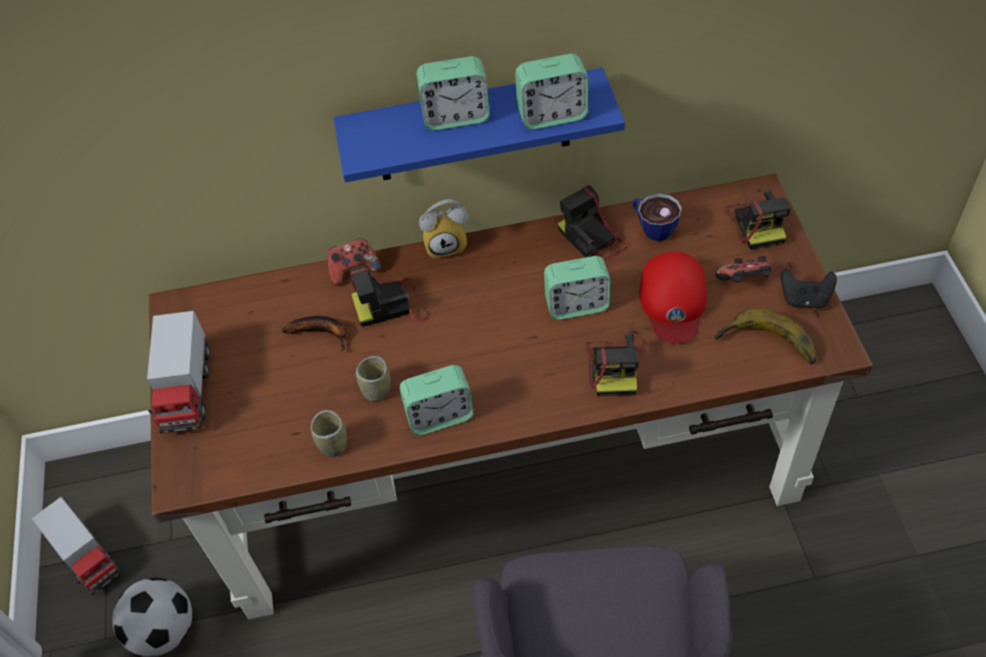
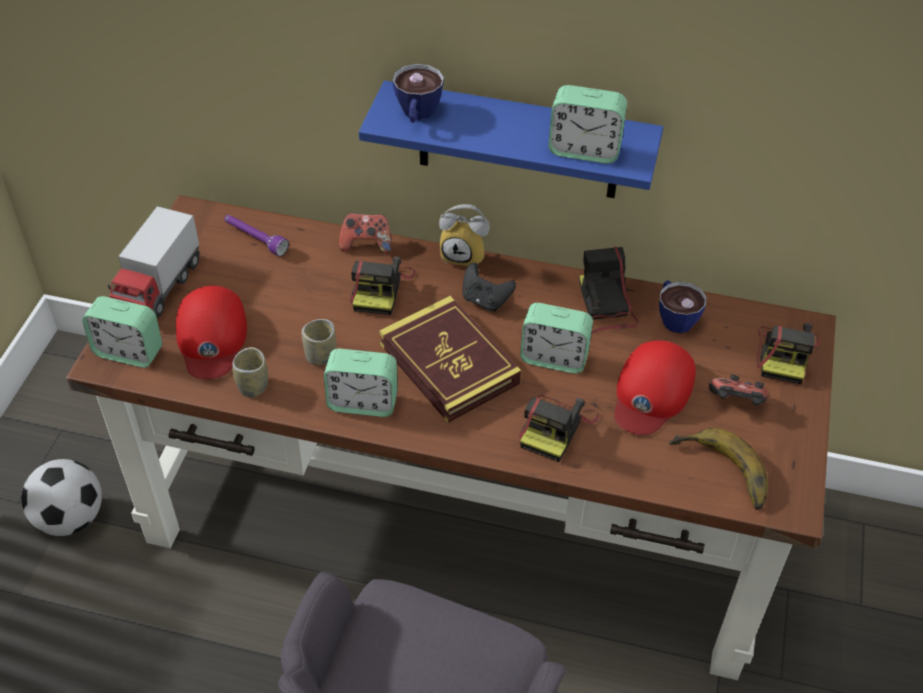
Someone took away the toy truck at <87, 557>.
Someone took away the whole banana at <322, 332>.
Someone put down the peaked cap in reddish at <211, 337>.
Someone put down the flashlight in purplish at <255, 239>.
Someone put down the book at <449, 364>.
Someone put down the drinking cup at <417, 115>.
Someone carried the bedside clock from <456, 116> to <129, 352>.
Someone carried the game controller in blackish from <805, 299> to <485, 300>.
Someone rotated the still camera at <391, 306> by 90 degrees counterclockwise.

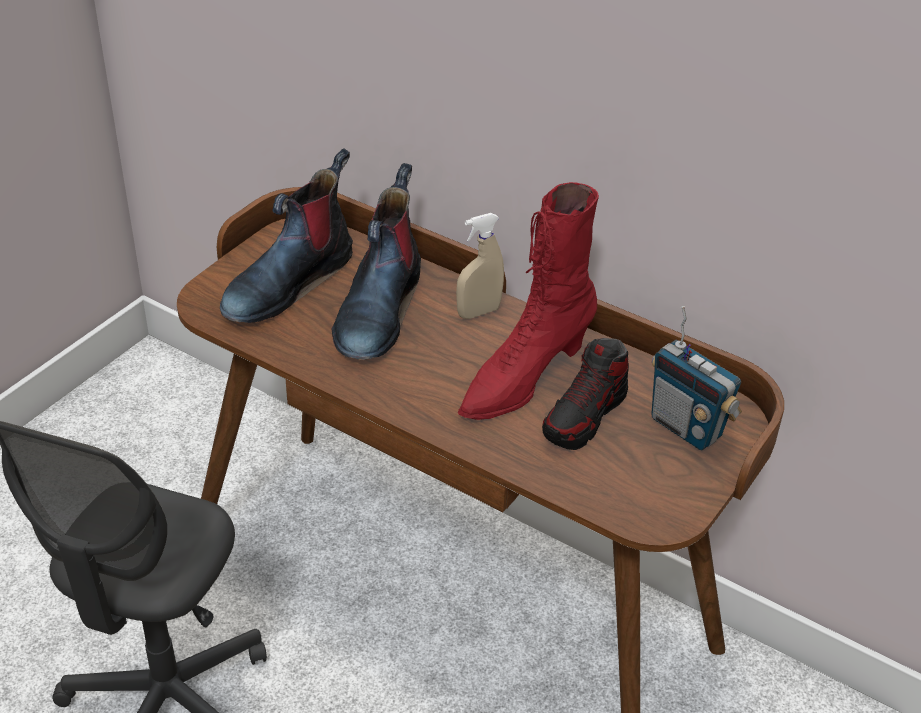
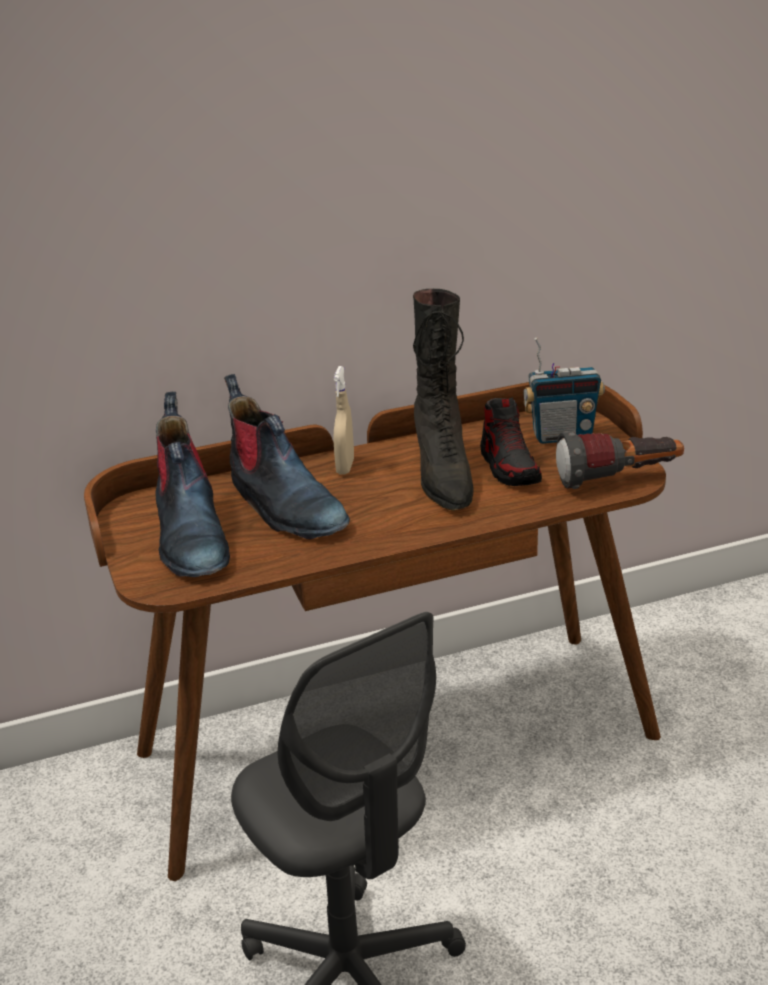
Someone put down the flashlight at <618, 480>.
Someone repainted the high-top boot in reddish at <524, 379>, which became the high-top boot in blackish at <443, 475>.

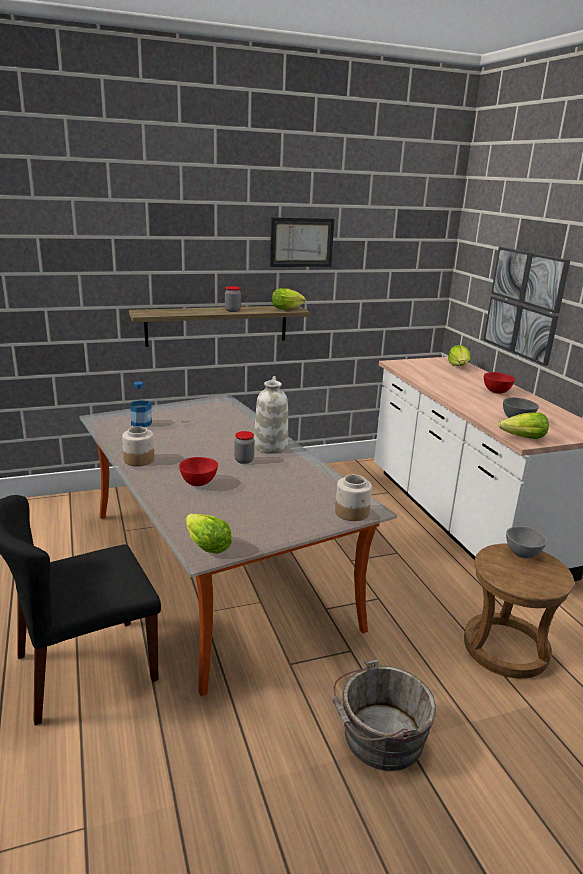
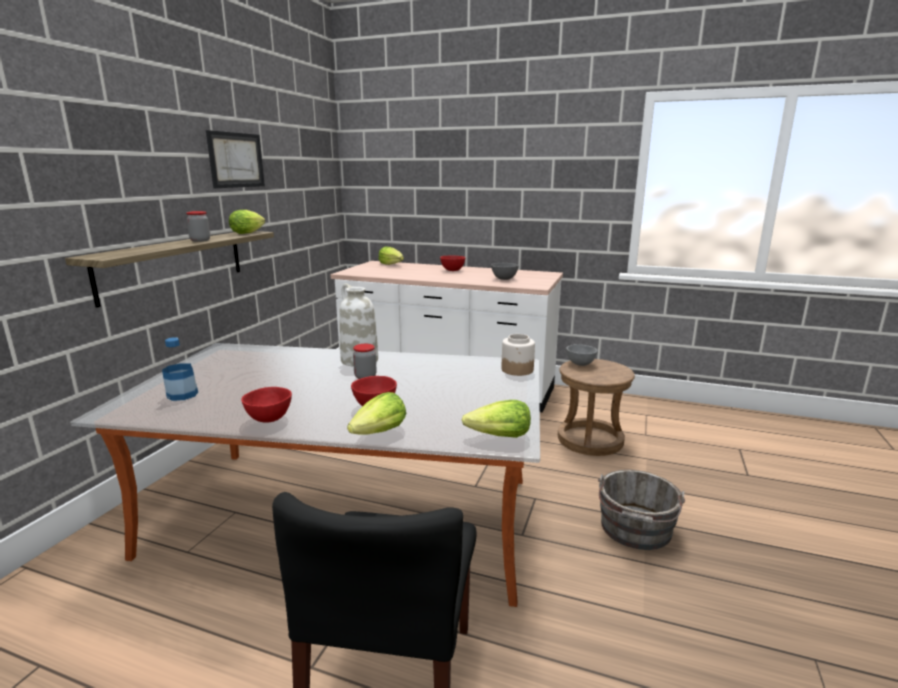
Someone took away the wall art at <524, 304>.
Someone carried the head of lettuce from <523, 438> to <380, 432>.
Someone swapped the preserve jar at <138, 460> for the bowl in reddish at <268, 419>.

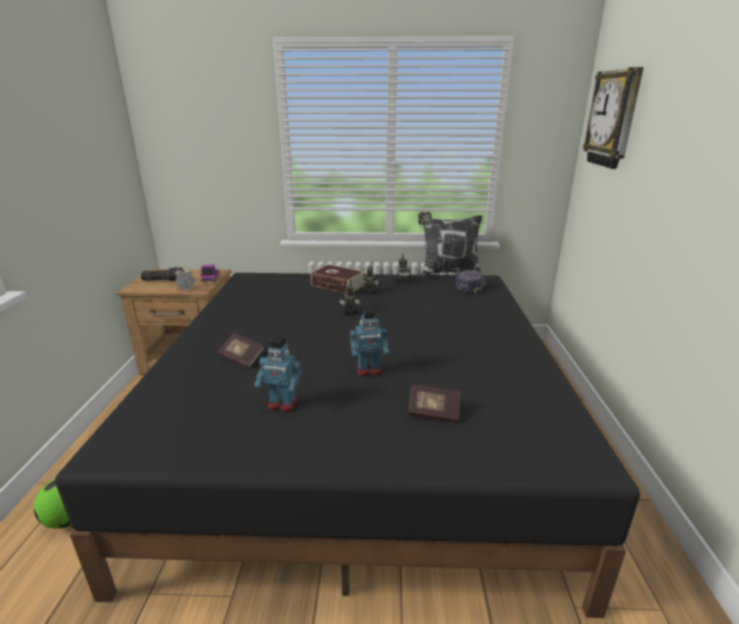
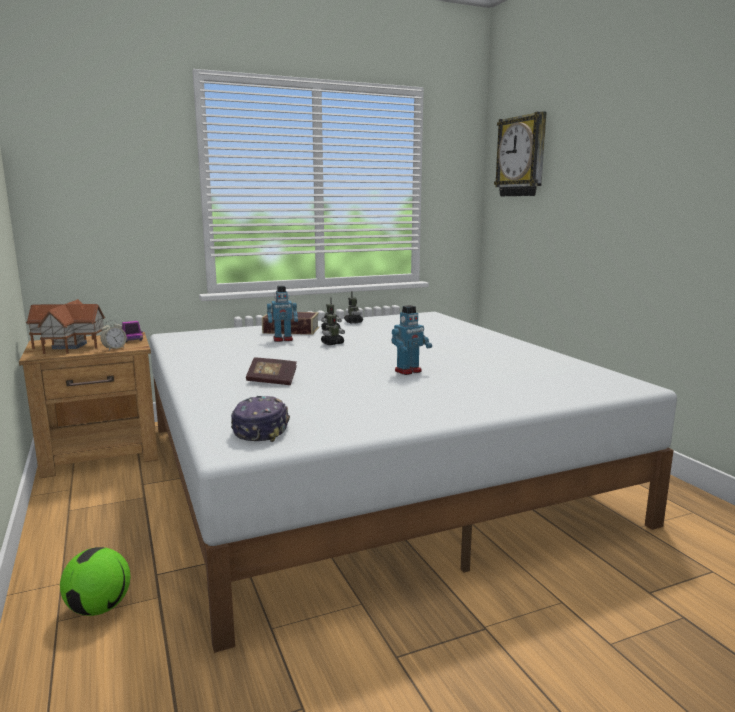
Someone took away the book at <433, 412>.
Someone took away the cushion at <448, 272>.
Someone carried the toy robot from <282, 405> to <283, 339>.
Someone carried the peaked cap from <470, 287> to <261, 429>.
Someone swapped the flashlight at <164, 280> for the toy house at <70, 346>.
Someone repainted the sleeping bed in blackish at <360, 432>, which became the sleeping bed in white at <368, 470>.

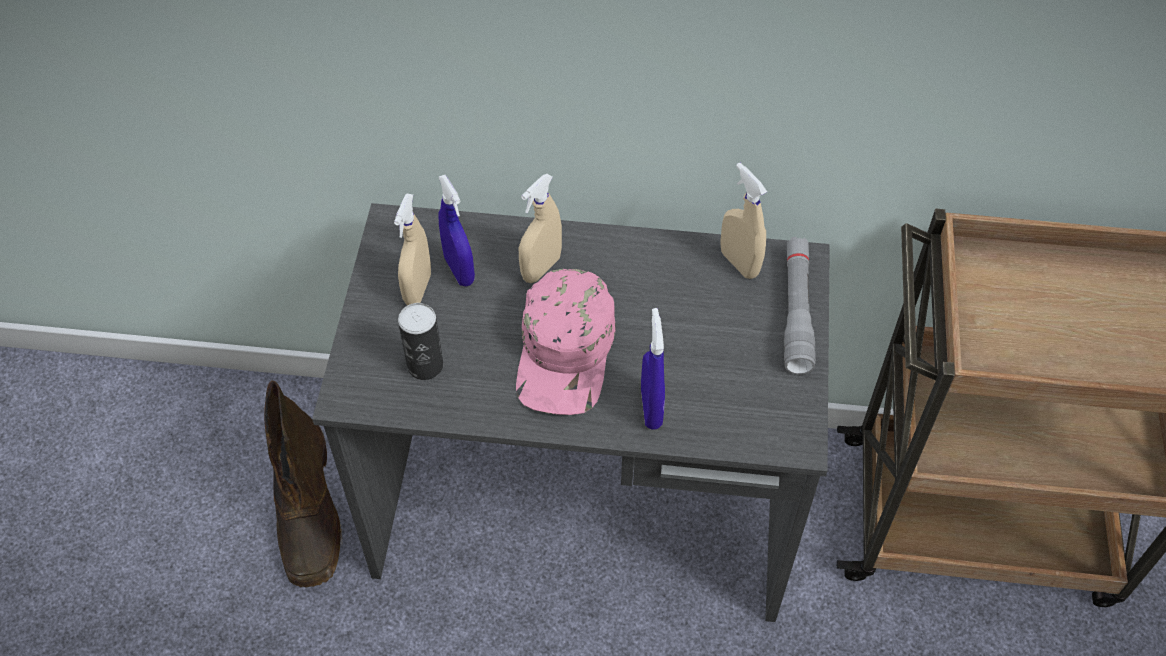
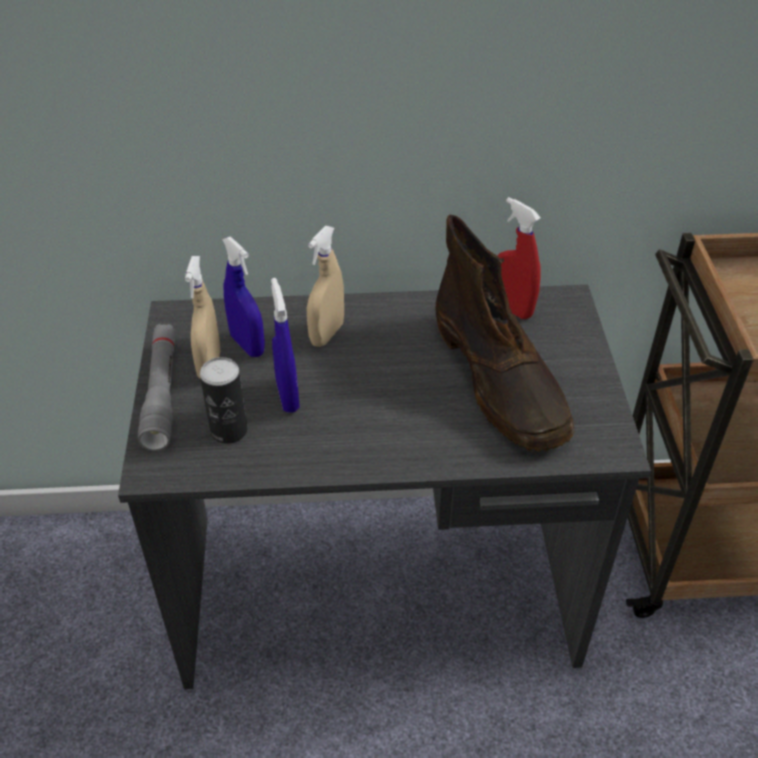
Someone took away the peaked cap in pink at <566, 352>.
Someone carried the high-top boot in brown from <308, 511> to <500, 381>.
Someone carried the spray bottle in bluish from <651, 408> to <287, 396>.
Someone carried the flashlight in greyish from <796, 311> to <162, 393>.
Someone repainted the spray bottle in beige at <739, 263>, which became the spray bottle in reddish at <511, 308>.

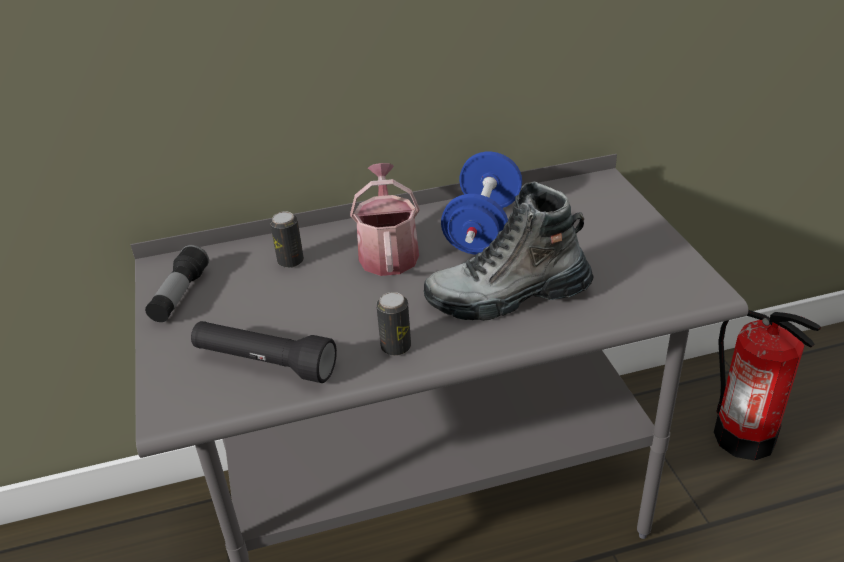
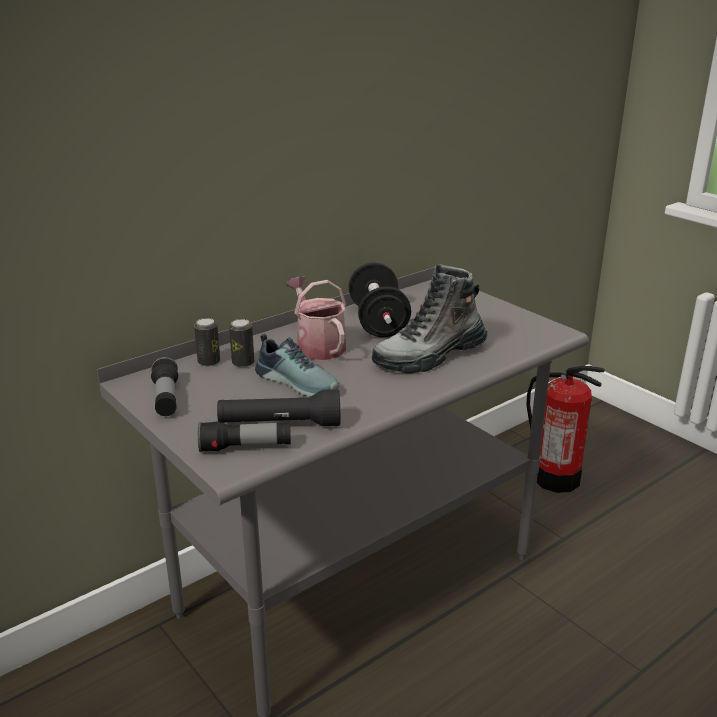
Someone put down the flashlight at <246, 447>.
Someone put down the low shoe at <298, 382>.
Someone carried the can from <396, 347> to <209, 362>.
Someone repainted the free weight in bluish at <483, 229>, which became the free weight in blackish at <378, 322>.

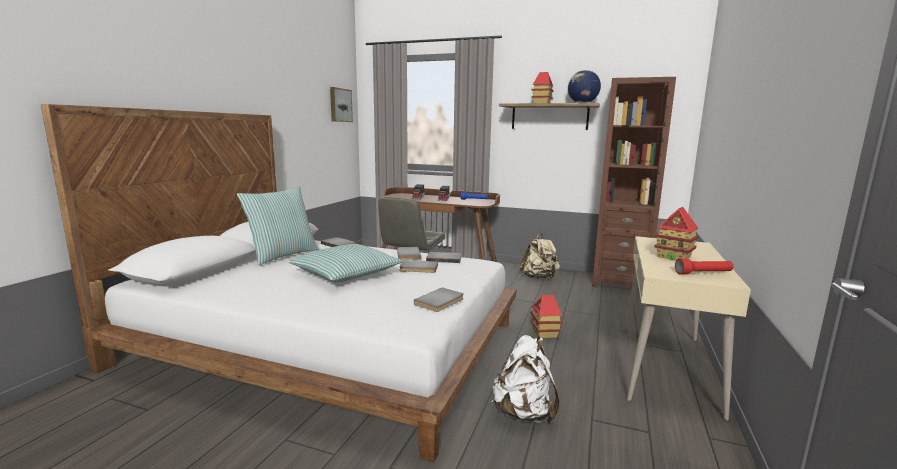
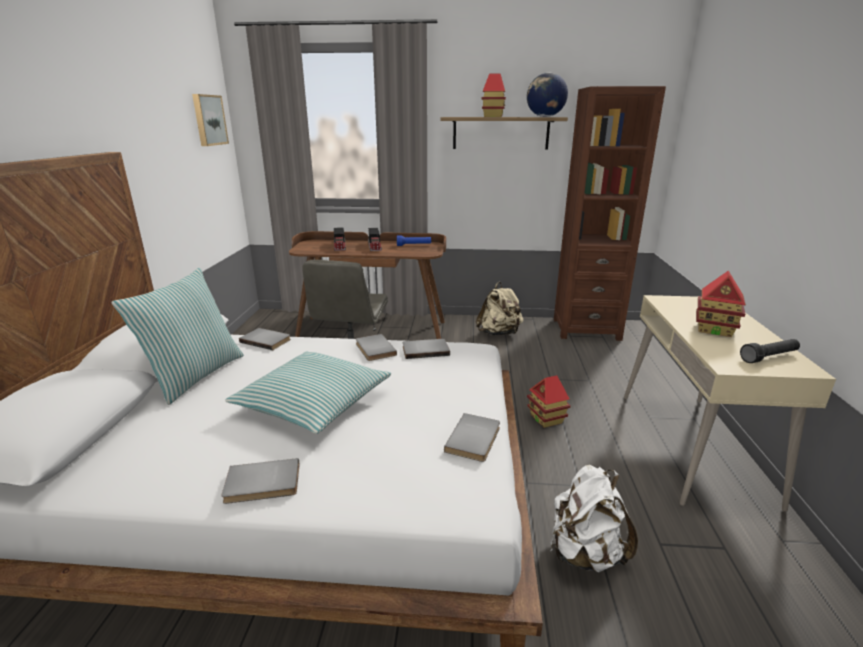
Someone carried the book in greyish from <418, 268> to <262, 484>.
Someone repainted the flashlight in reddish at <703, 273>, which became the flashlight in blackish at <769, 357>.

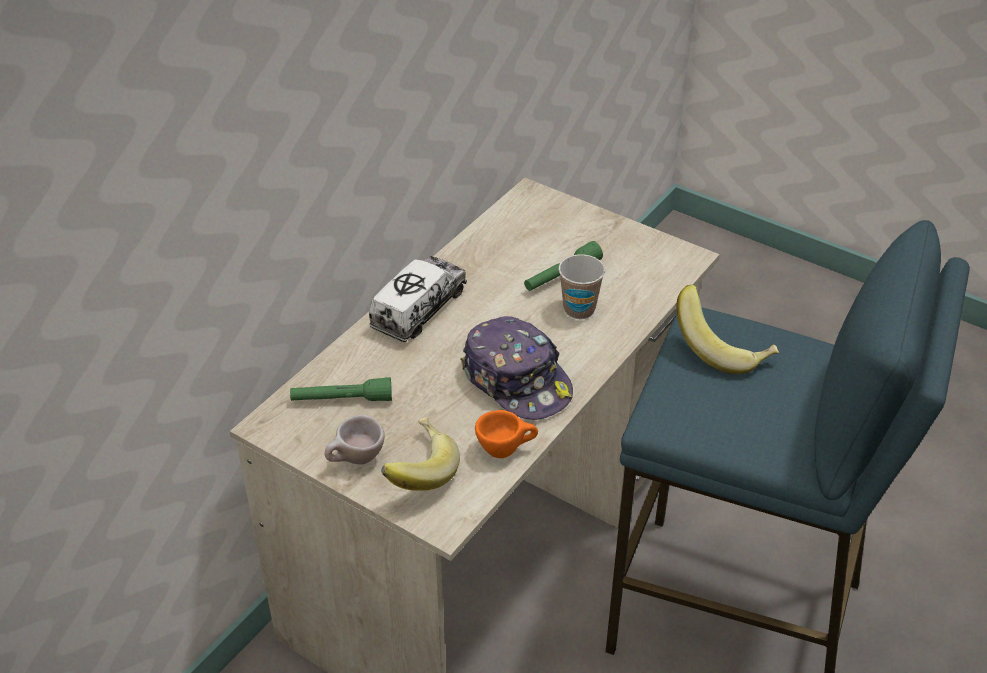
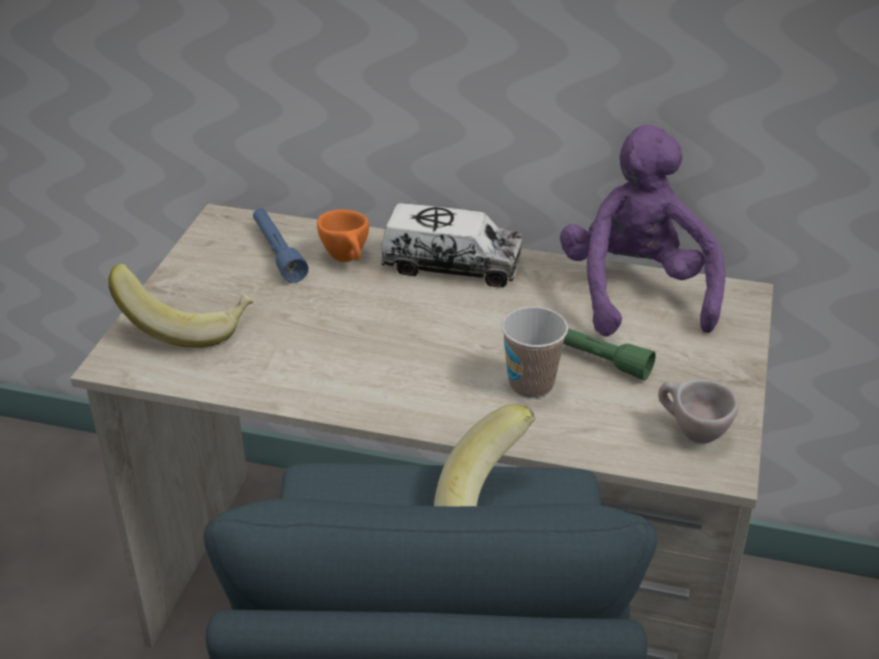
Someone took away the peaked cap at <517, 380>.
Someone put down the cuddly toy in purplish at <635, 292>.
Someone carried the drinking cup in beige from <356, 461> to <690, 433>.
Someone carried the drinking cup in orange from <506, 450> to <348, 259>.
Someone repainted the flashlight in green at <342, 400>, which became the flashlight in bluish at <278, 253>.

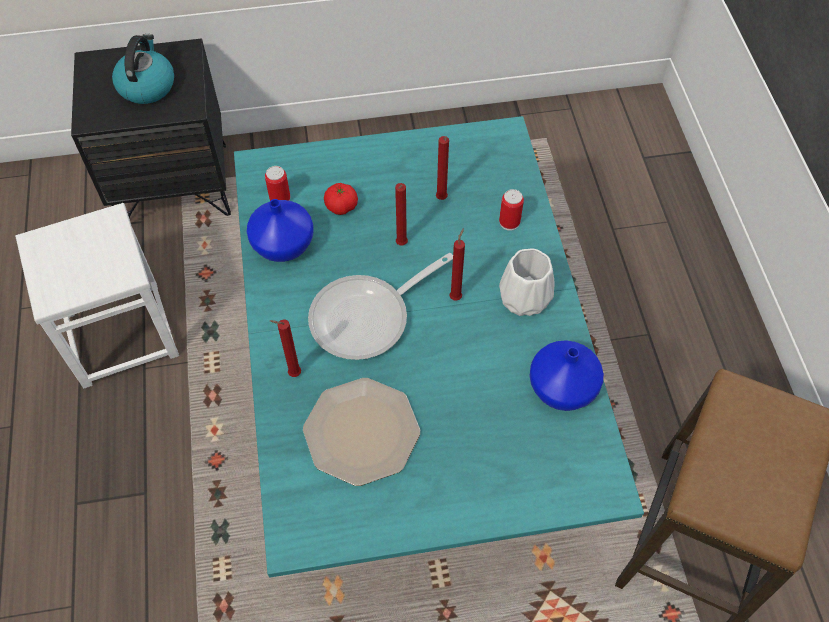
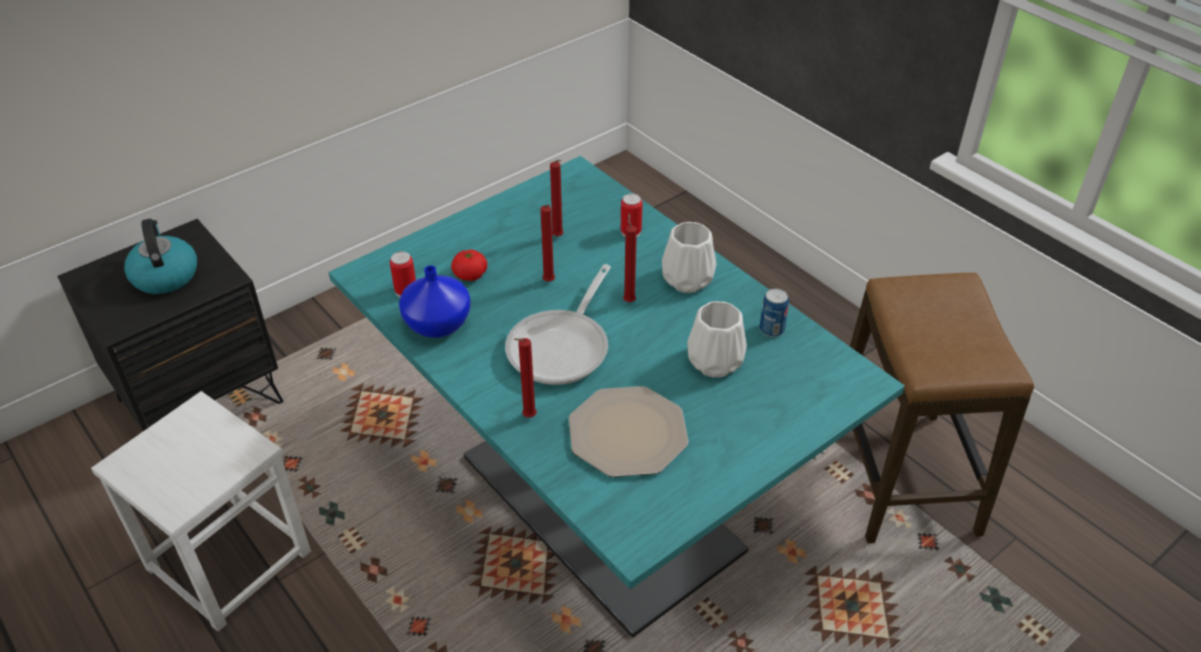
Someone put down the decorative vase in white at <716, 362>.
Someone swapped the decorative vase in bluish at <562, 389> for the can at <771, 329>.

